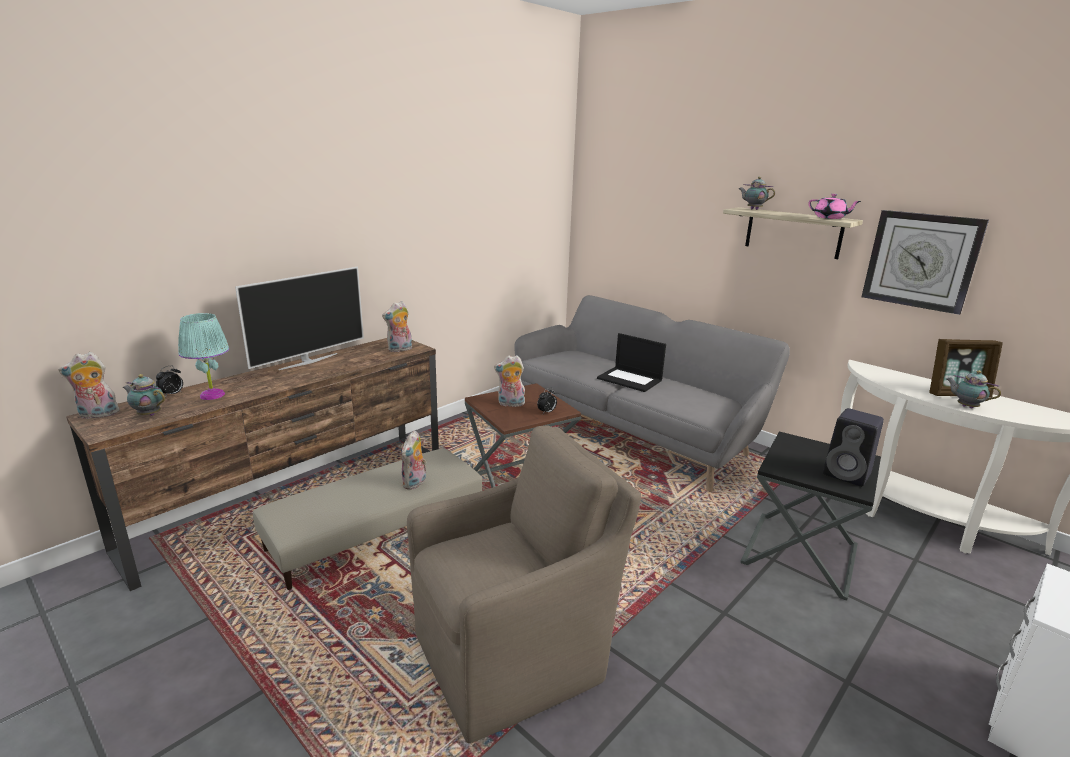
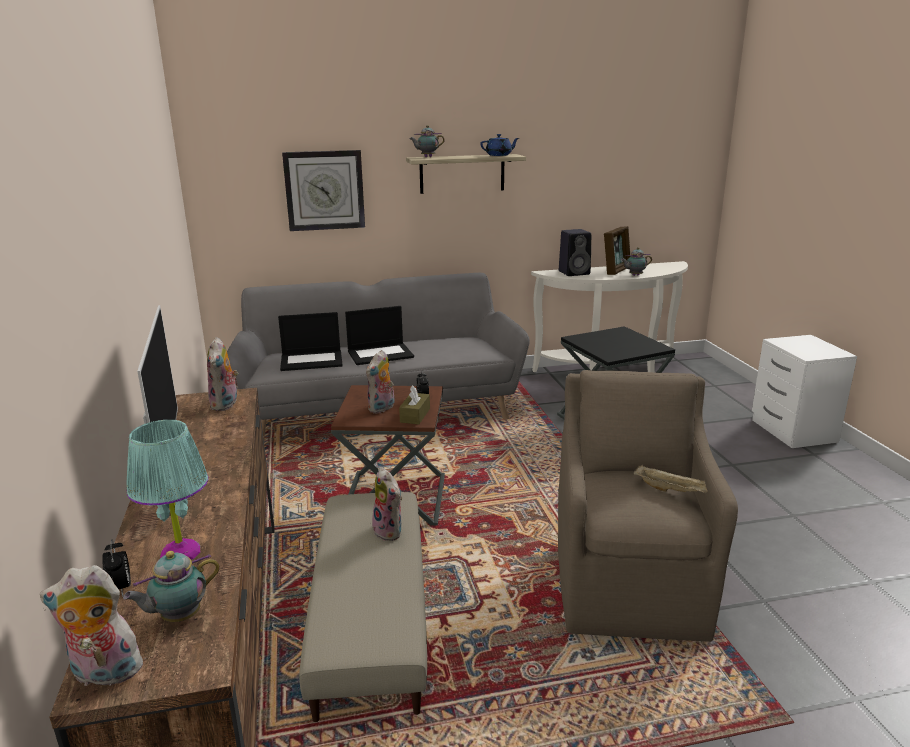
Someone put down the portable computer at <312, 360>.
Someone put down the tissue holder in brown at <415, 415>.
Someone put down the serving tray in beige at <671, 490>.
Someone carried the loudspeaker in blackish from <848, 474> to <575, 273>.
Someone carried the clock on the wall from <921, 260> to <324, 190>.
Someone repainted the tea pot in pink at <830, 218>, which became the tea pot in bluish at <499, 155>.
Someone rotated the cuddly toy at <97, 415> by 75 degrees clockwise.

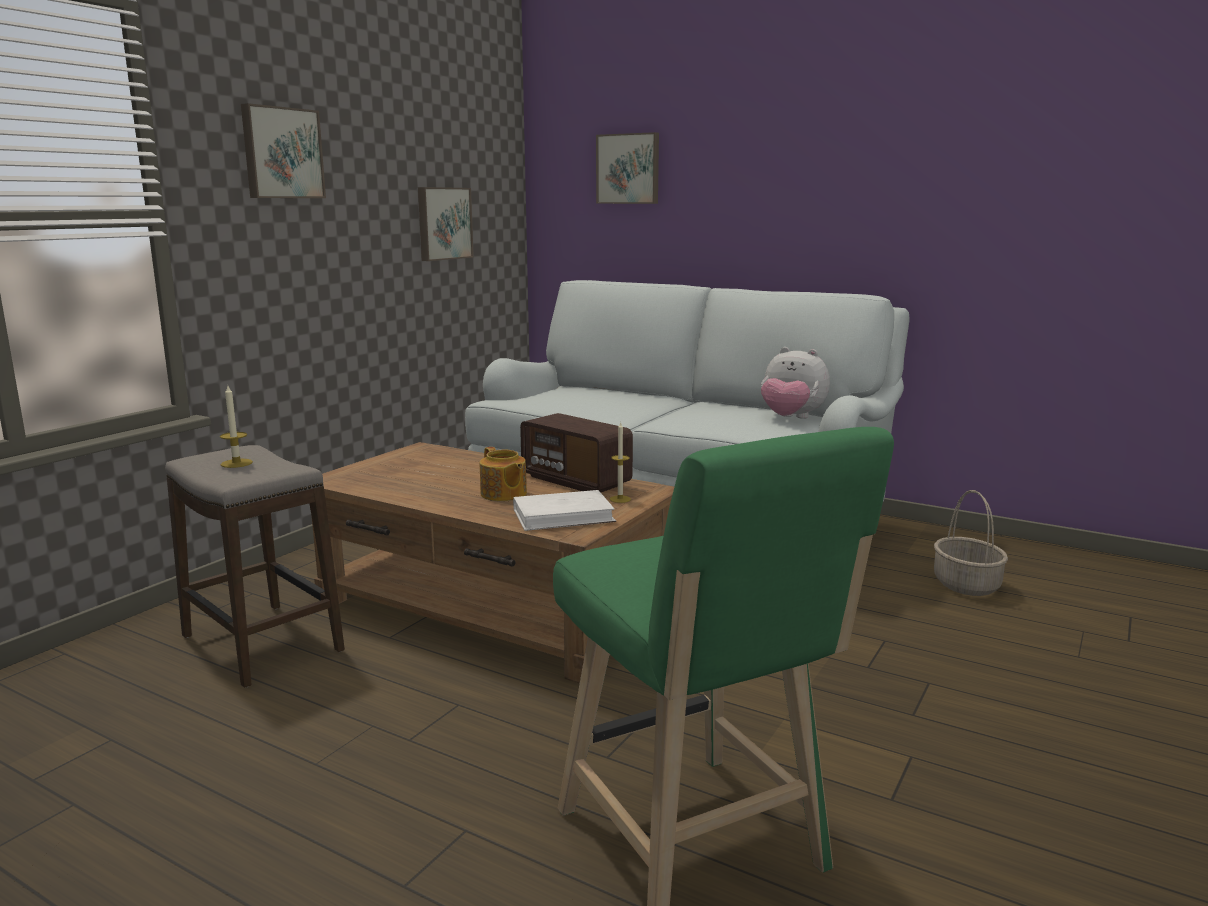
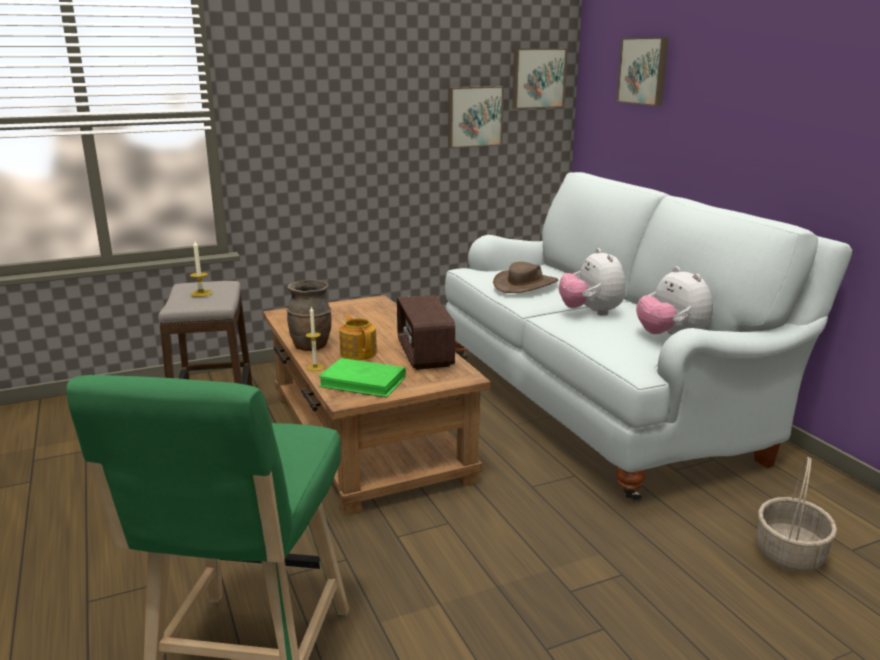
Someone put down the decorative vase in brown at <311, 347>.
Someone put down the clothing hat in brown at <525, 284>.
Someone put down the cuddly toy at <591, 312>.
Someone carried the wall art from <281, 153> to <537, 78>.
Someone carried the candle from <620, 499> to <315, 367>.
Someone repainted the book in white at <563, 516>, which became the book in green at <363, 382>.
Someone rotated the tea pot at <503, 494> by 150 degrees clockwise.

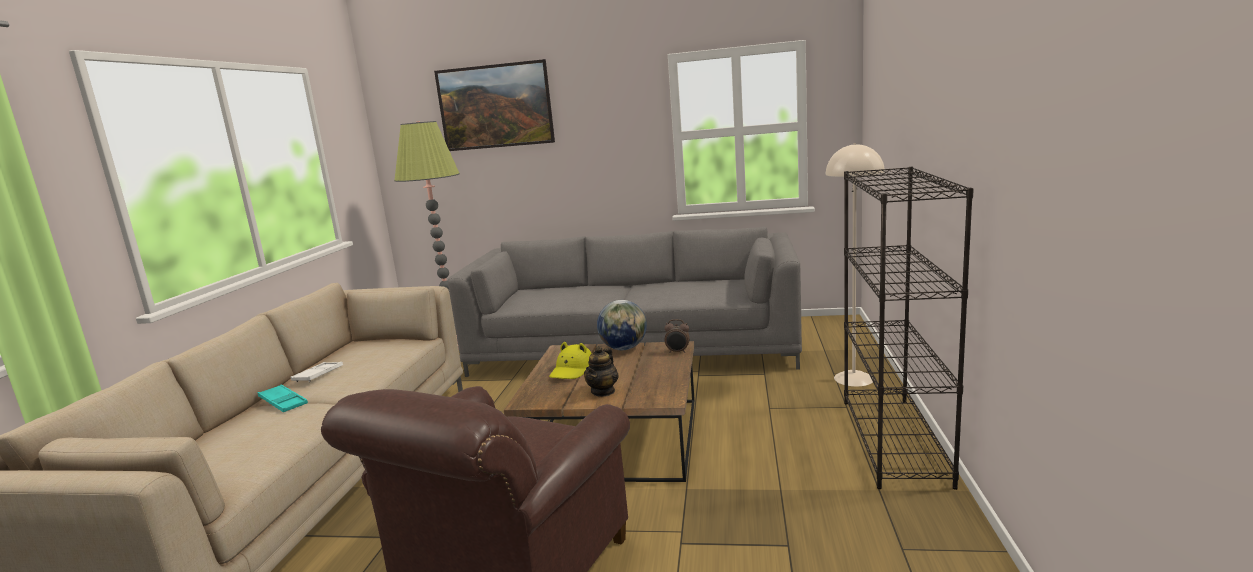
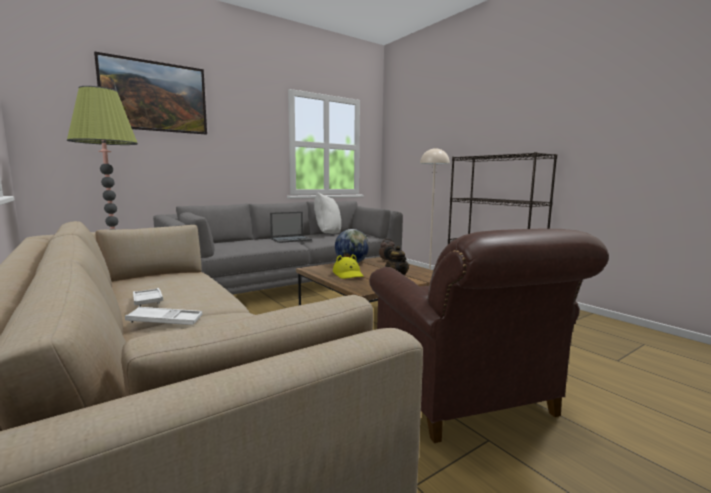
Someone put down the portable computer at <291, 239>.
Someone put down the cushion in white at <327, 234>.
Someone repainted the serving tray in turquoise-coloured at <283, 402>, which became the serving tray in white at <165, 321>.

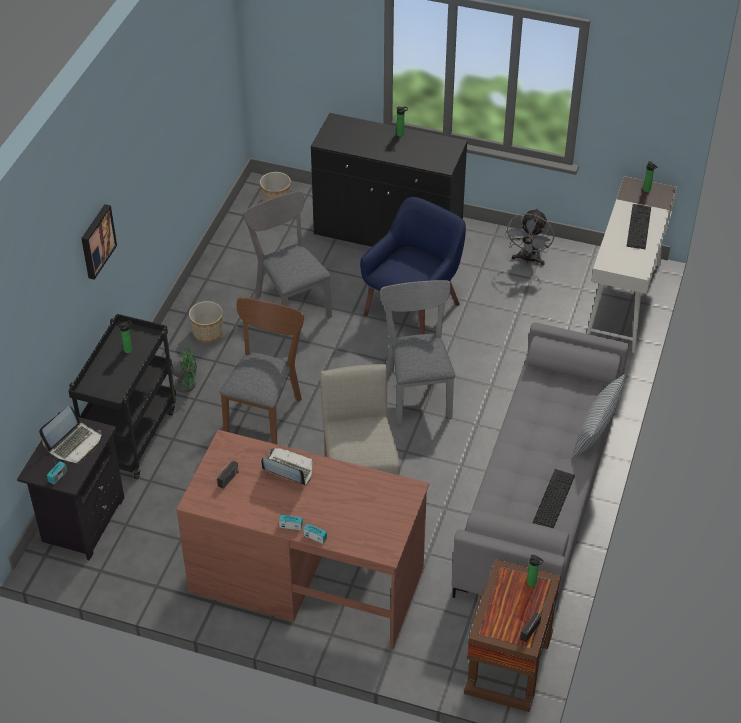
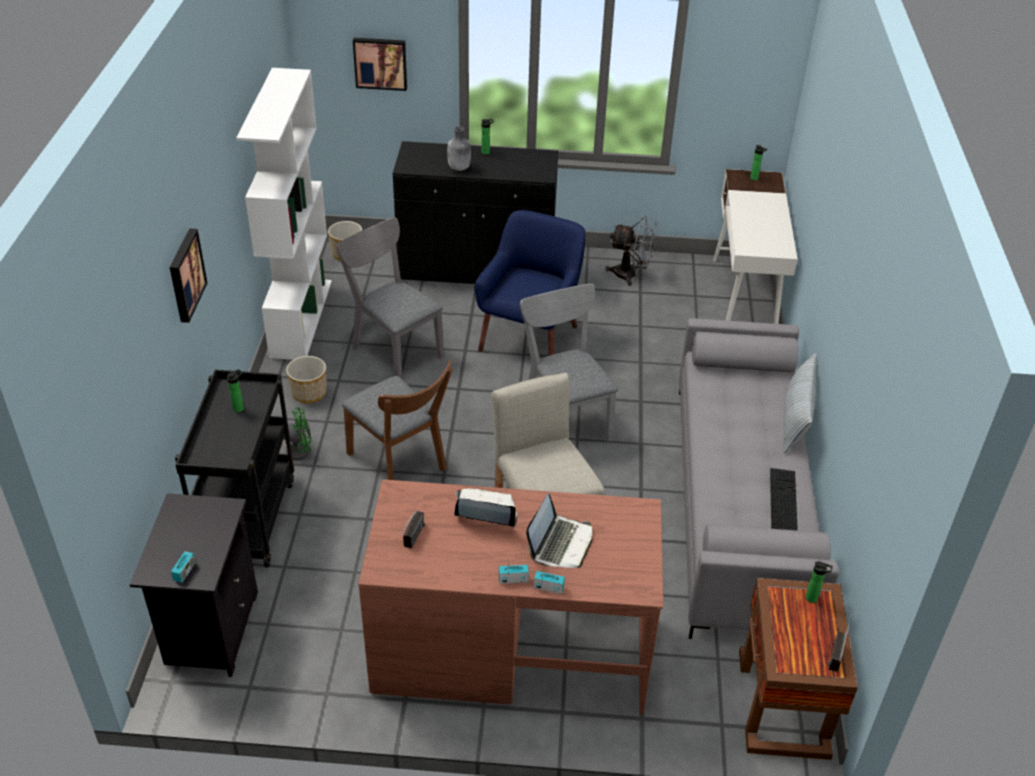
Someone took away the PC keyboard at <638, 226>.
Someone put down the bookshelf in white at <300, 318>.
Someone put up the wall art at <380, 63>.
Someone put down the drink bottle in greyish at <459, 168>.
Someone carried the portable computer from <74, 444> to <560, 543>.
Someone rotated the chair in brown at <265, 411> by 135 degrees clockwise.
Someone rotated the fan in greyish at <528, 259> by 75 degrees counterclockwise.

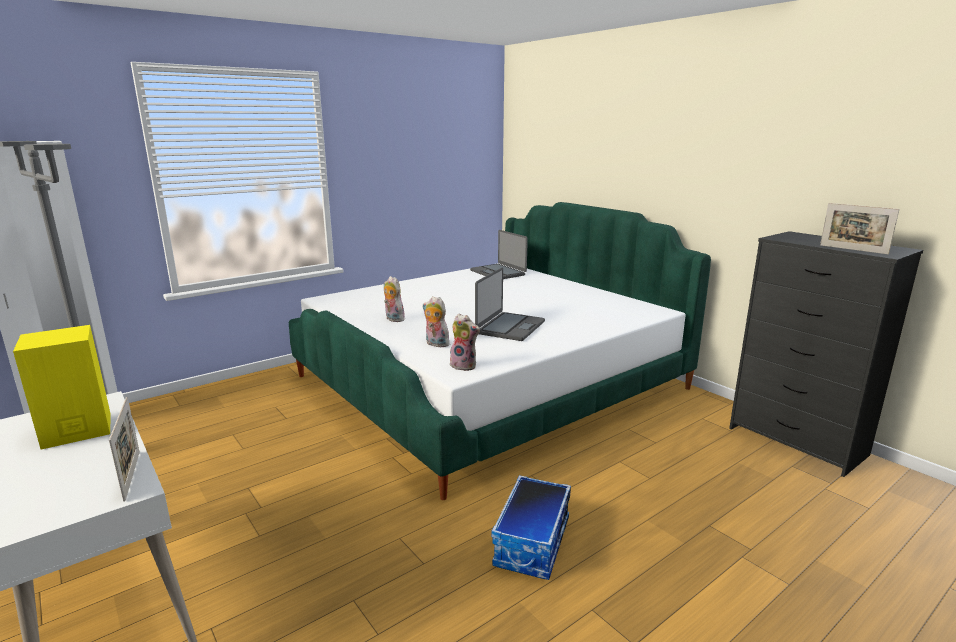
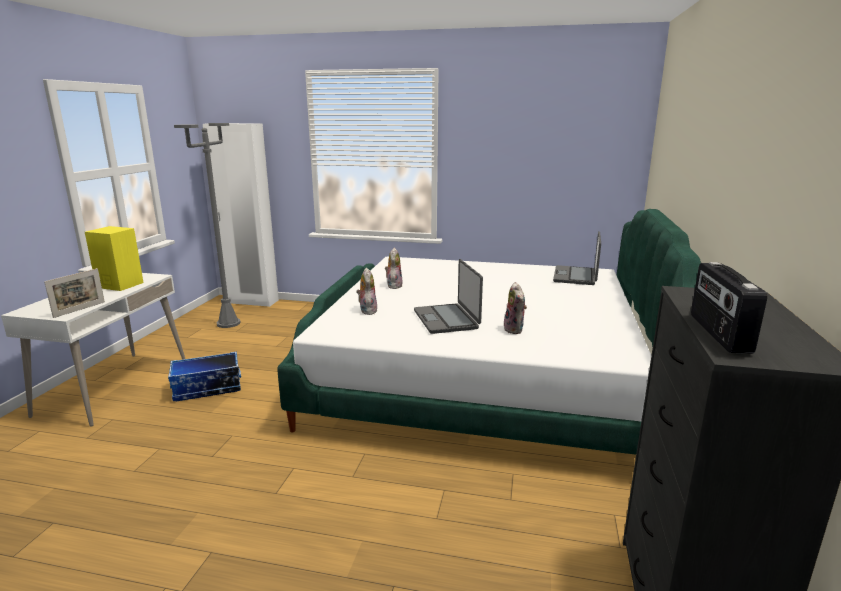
Someone carried the cuddly toy from <465, 366> to <515, 330>.
Someone carried the storage bin from <533, 543> to <207, 389>.
Someone swapped the photo frame at <853, 249> for the radio receiver at <718, 333>.
Someone rotated the portable computer at <510, 327> by 90 degrees clockwise.

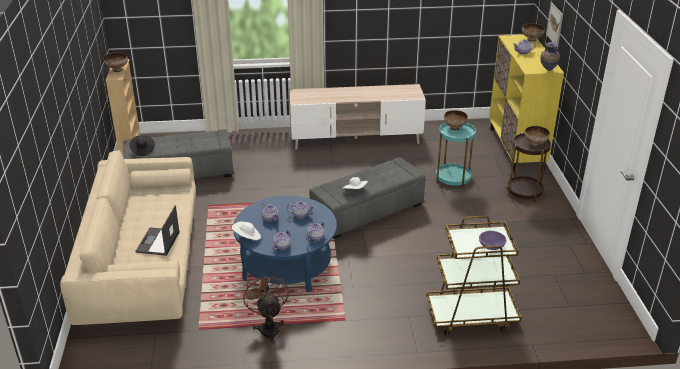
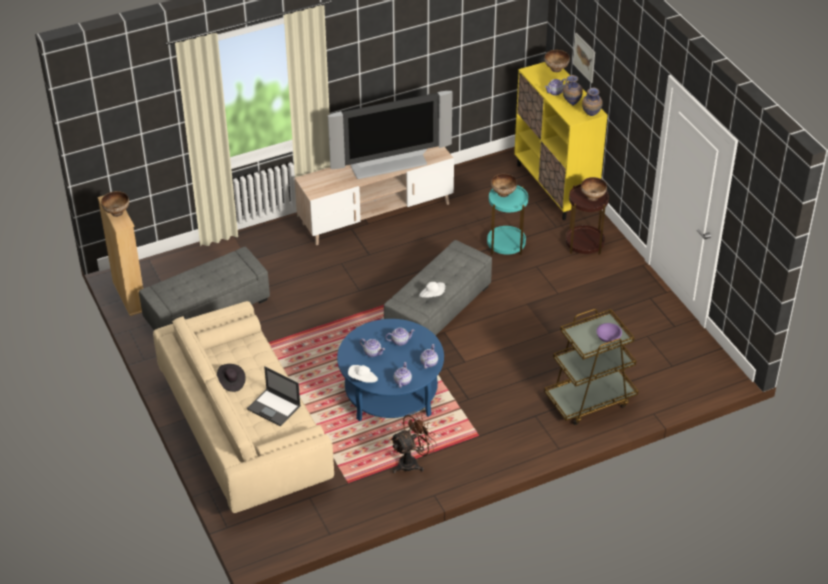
Someone put down the TV set at <389, 166>.
Someone put down the decorative vase at <571, 104>.
Someone carried the clothing hat in blackish from <142, 150> to <231, 382>.
Someone rotated the portable computer at <158, 242> by 45 degrees counterclockwise.
Someone rotated the fan in brown at <268, 327> by 90 degrees clockwise.

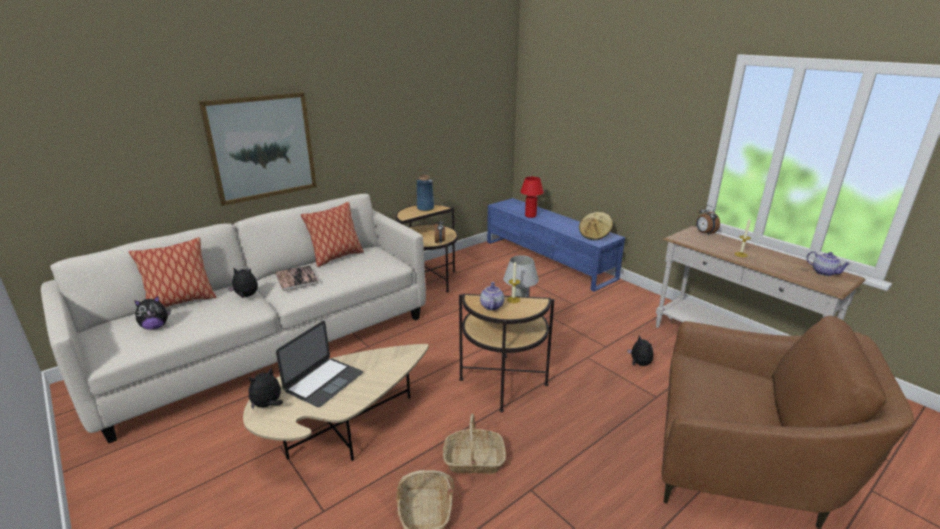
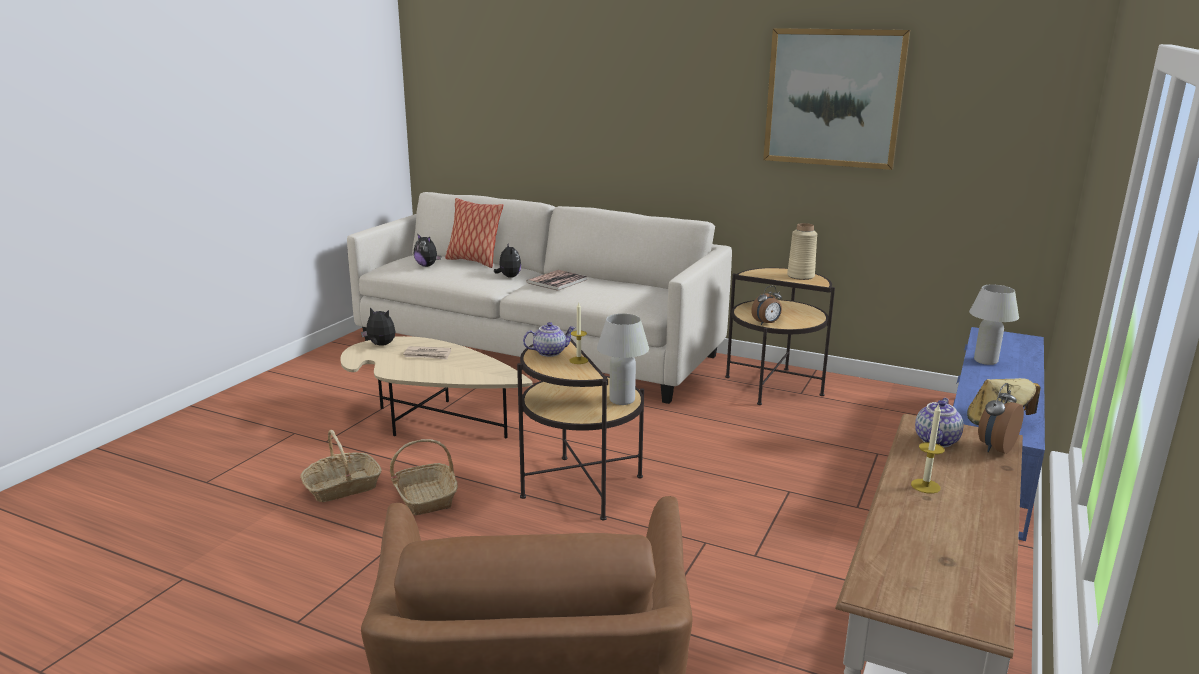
Someone took away the cushion at <336, 257>.
Someone took away the cuddly toy at <639, 364>.
Someone carried the wall art from <262, 147> to <833, 98>.
Someone carried the tea pot from <824, 272> to <937, 441>.
Someone swapped the portable computer at <324, 381> for the daily paper at <427, 355>.
Someone repainted the decorative vase in bluish at <425, 208>, which became the decorative vase in beige at <800, 276>.
Someone repainted the tabletop lamp in reddish at <530, 216>, which became the tabletop lamp in white at <985, 361>.

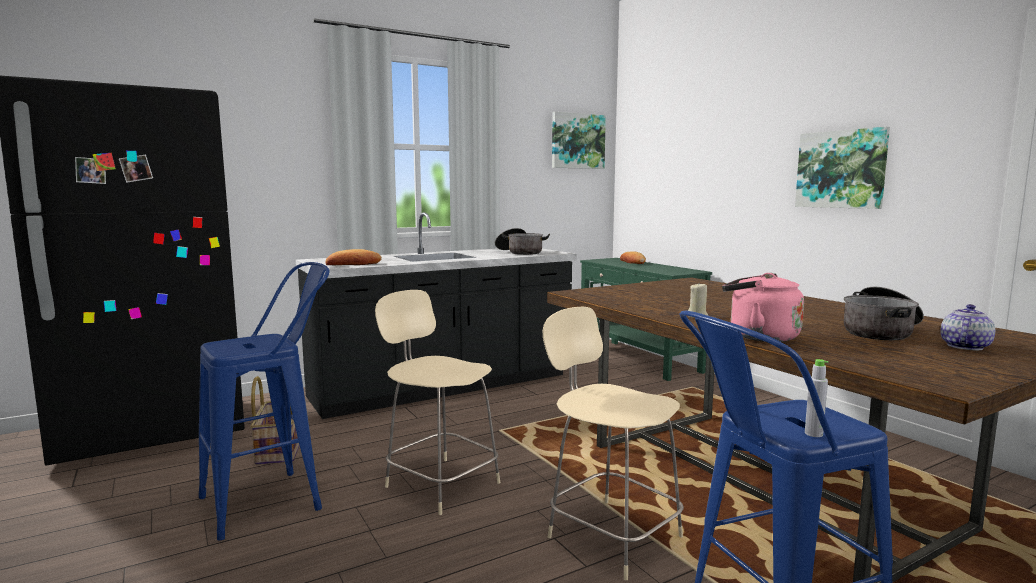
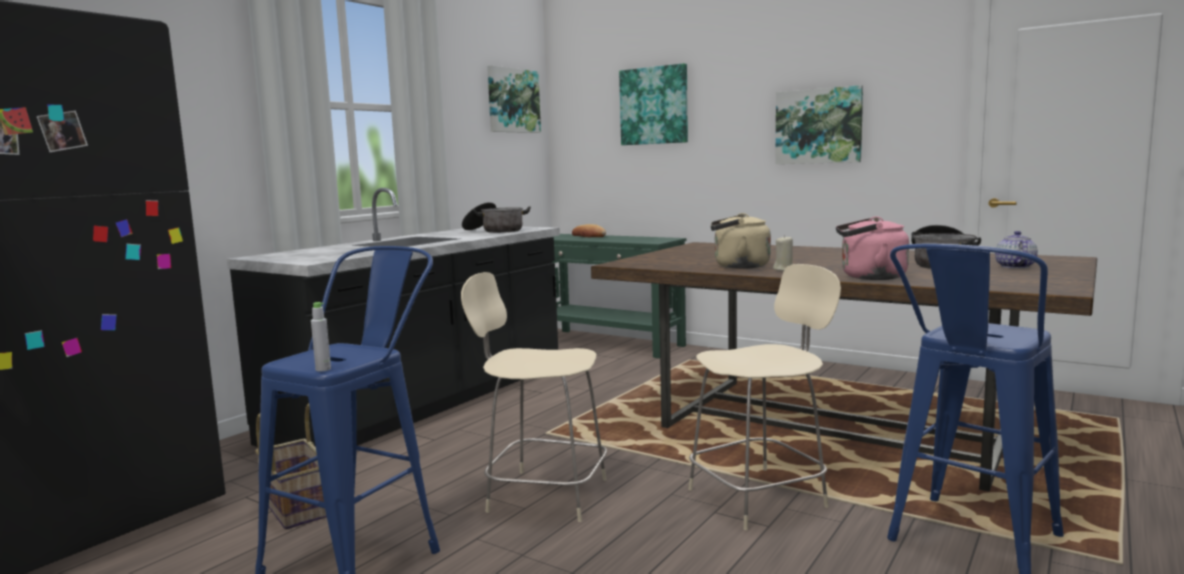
Someone took away the baked bread at <353, 264>.
Someone put up the wall art at <654, 106>.
Someone put down the kettle in beige at <738, 266>.
Someone carried the drink bottle in greyish from <813, 434> to <323, 369>.
Someone rotated the chair in beige at <610, 535> by 135 degrees clockwise.

